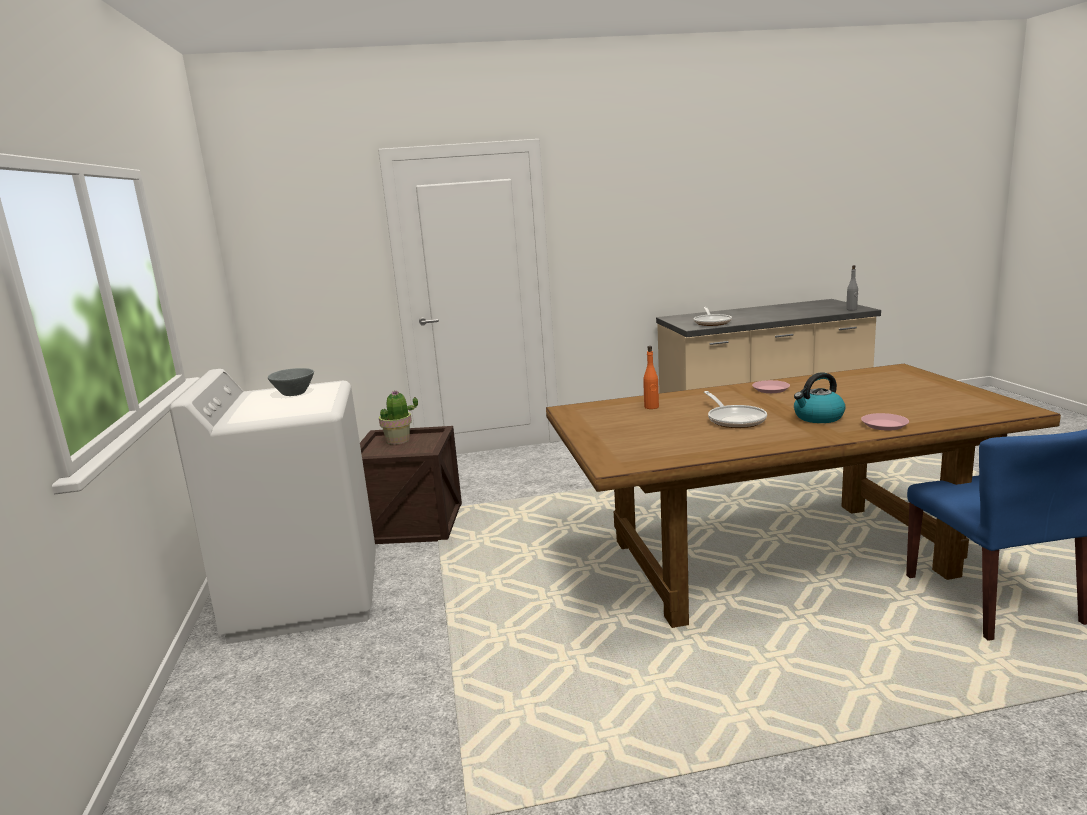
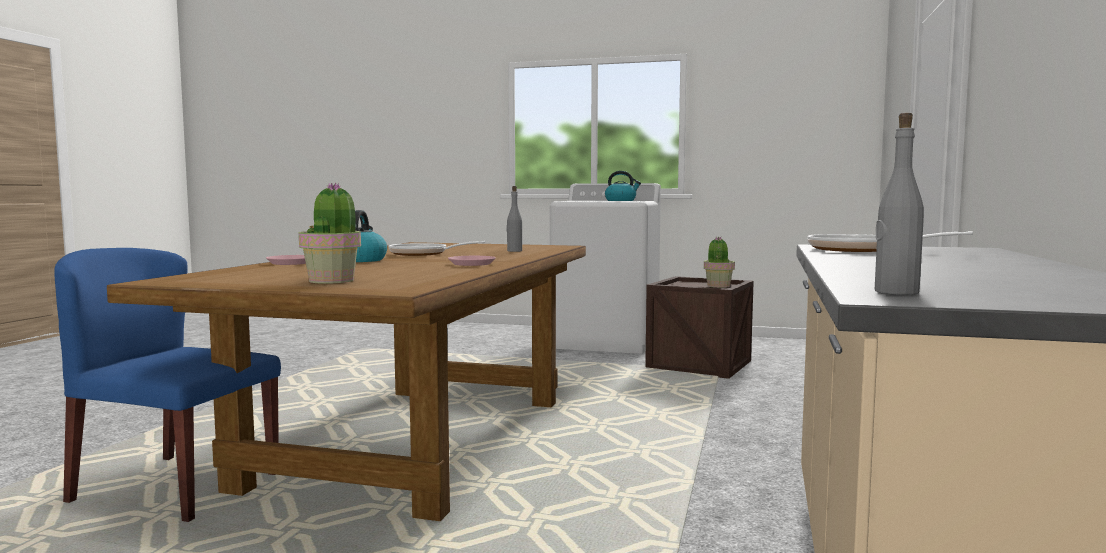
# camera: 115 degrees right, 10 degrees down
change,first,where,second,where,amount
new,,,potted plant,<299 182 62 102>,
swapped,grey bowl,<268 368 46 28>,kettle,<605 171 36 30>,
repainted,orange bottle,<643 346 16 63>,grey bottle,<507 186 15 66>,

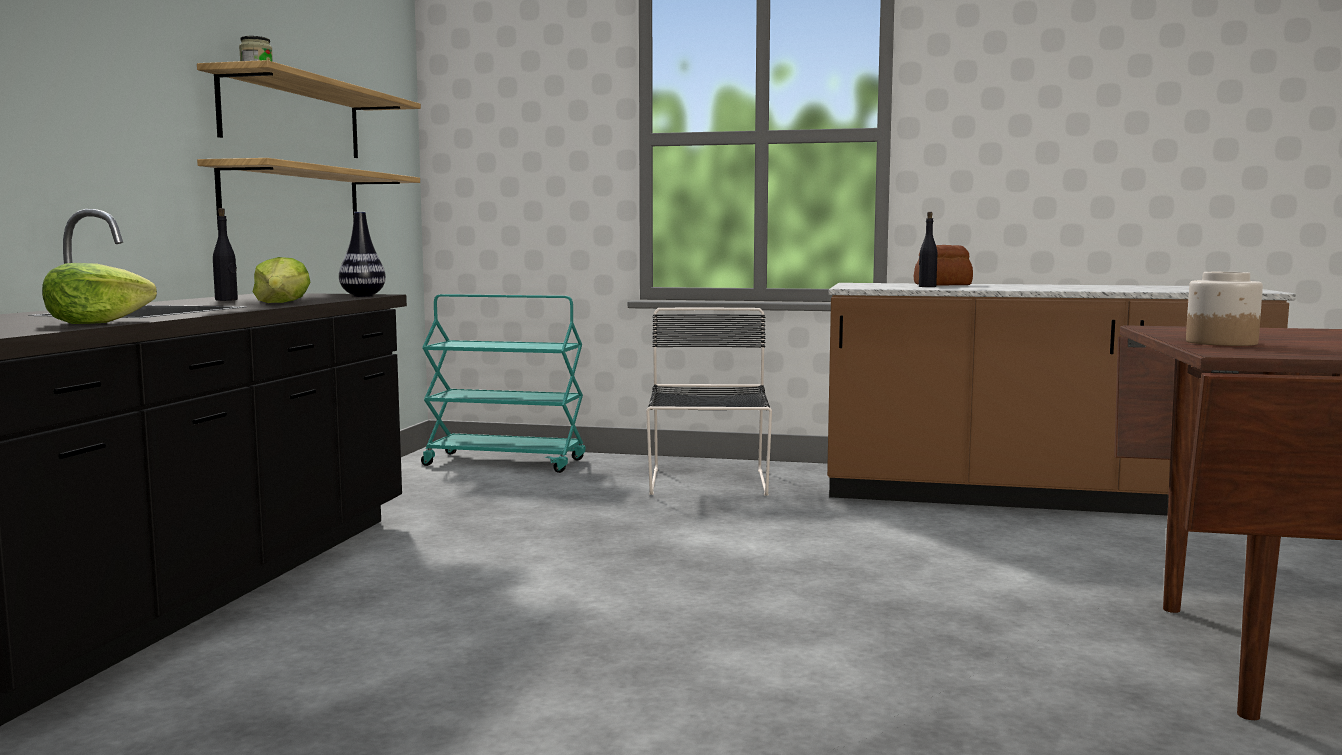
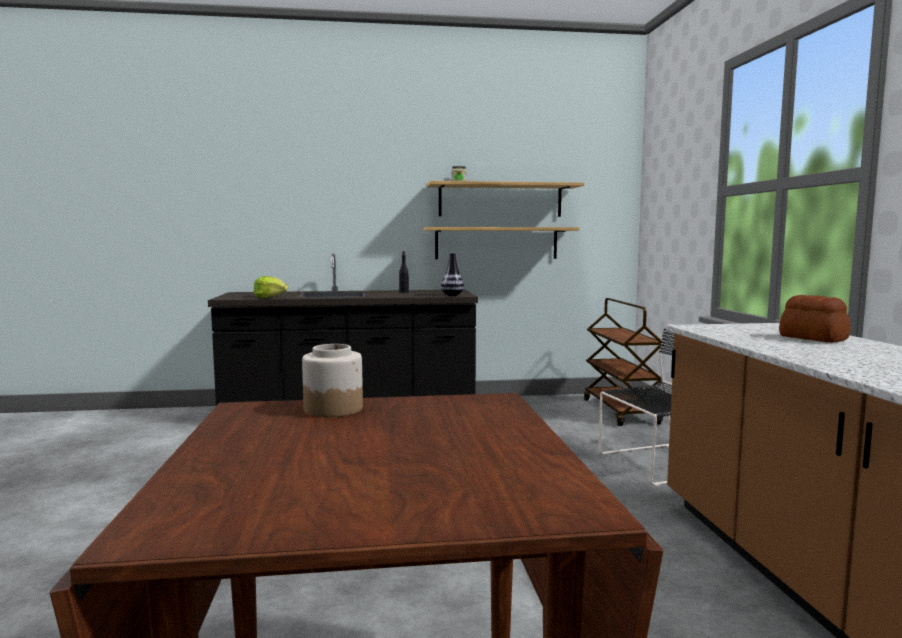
# camera: 70 degrees right, 0 degrees up
change,first,where,second,where,amount
gone,lettuce,<253 257 57 46>,,,
gone,black bottle,<919 212 18 75>,,,
repainted,turquoise cart,<421 294 165 179>,brown cart,<584 298 80 128>,

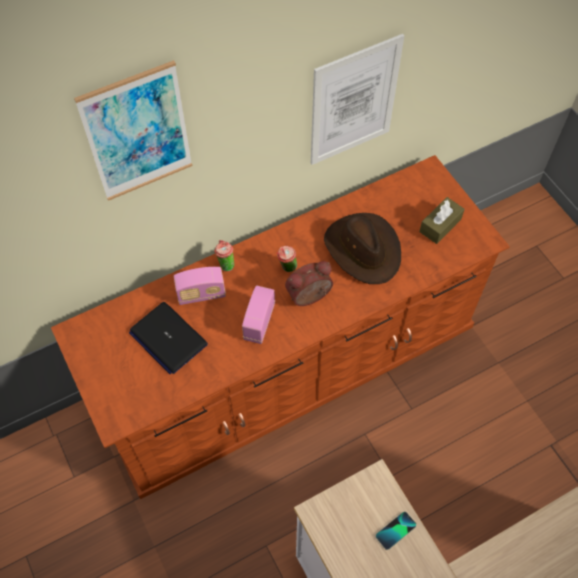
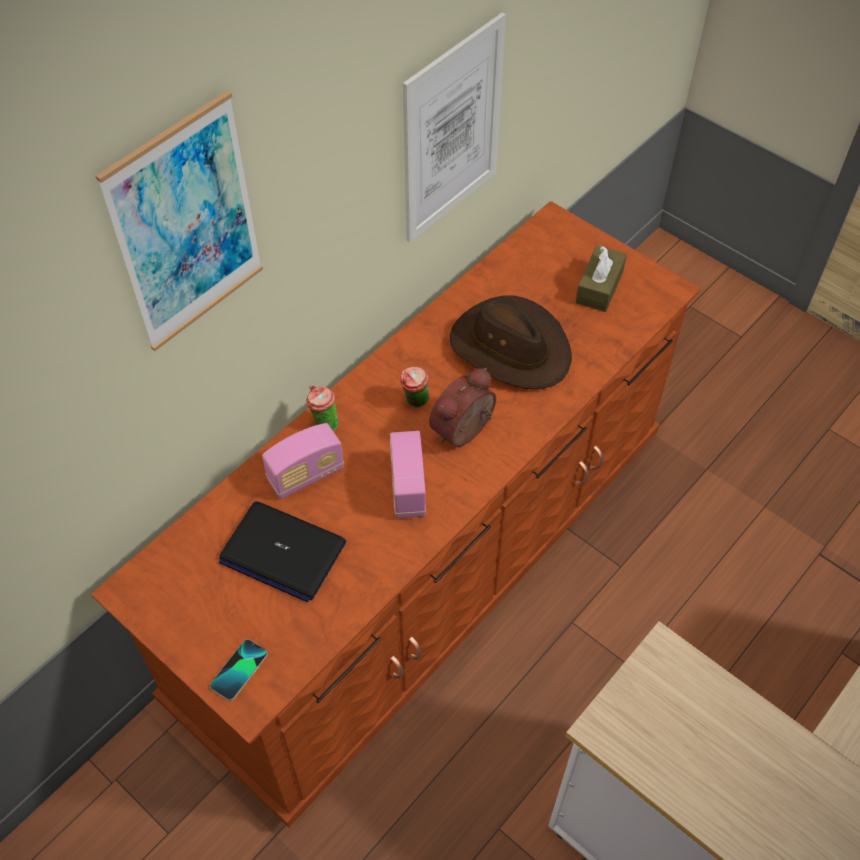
# camera: 20 degrees left, 5 degrees down
change,first,where,second,where,amount
shifted,phone,<375 512 41 38>,,<210 639 58 62>,

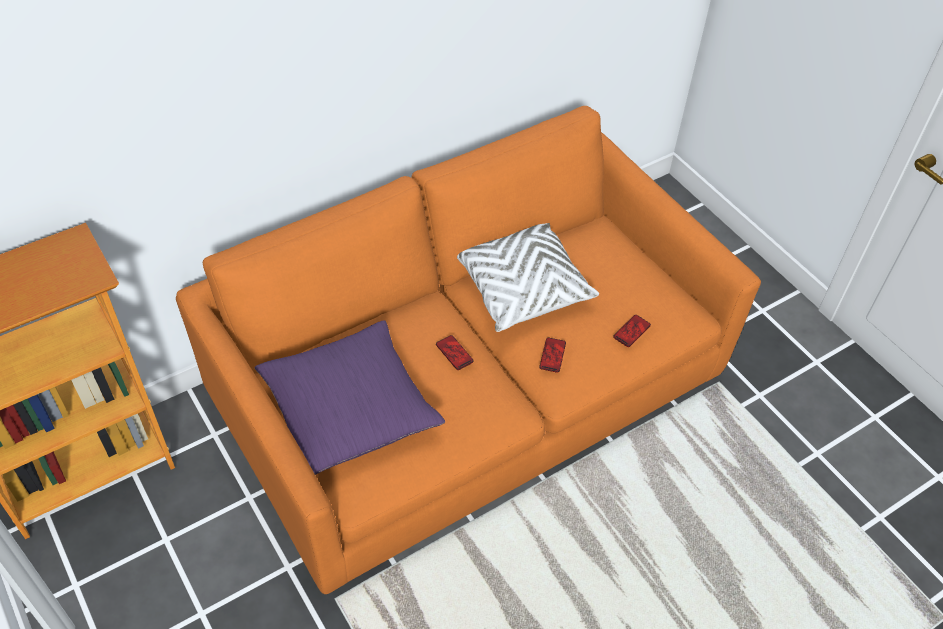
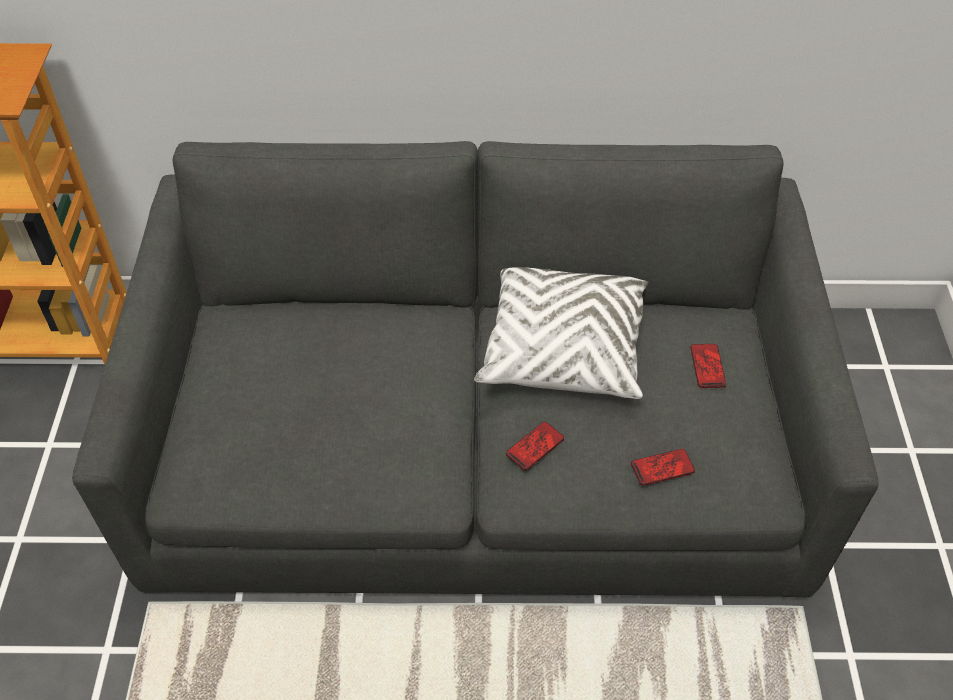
# camera: 35 degrees right, 0 degrees up
change,first,where,second,where,amount
gone,purple pillow,<255 320 190 155>,,,
shifted,phone,<436 335 38 35>,,<690 344 36 44>,
repainted,orange sofa,<176 106 585 488>,grey sofa,<72 141 806 456>,

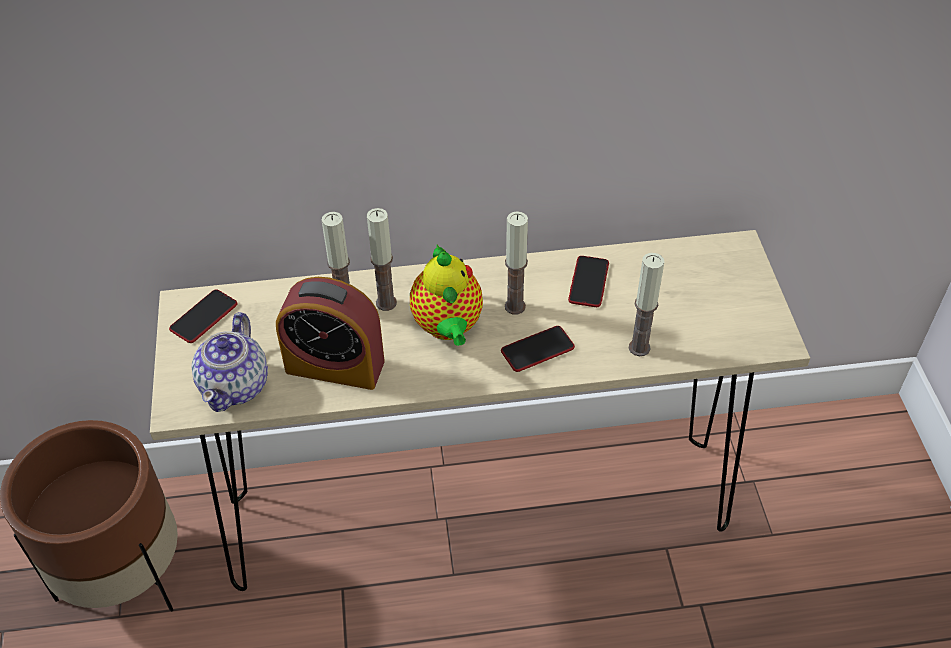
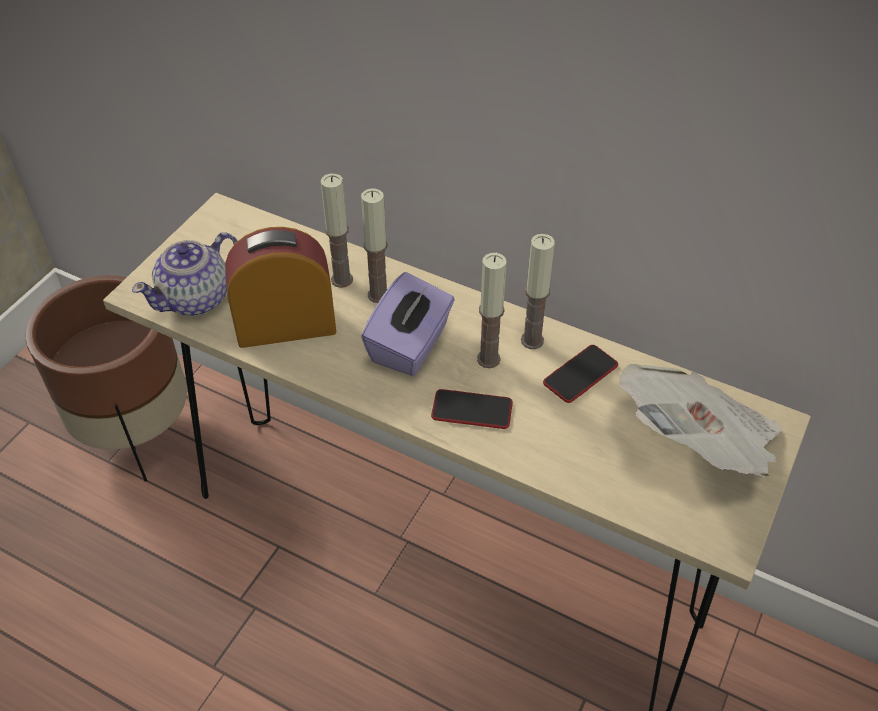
# camera: 35 degrees right, 0 degrees up
change,first,where,second,where,amount
gone,phone,<169 289 68 54>,,,
new,,,newspaper,<619 364 163 113>,
shifted,candle,<629 253 35 103>,,<521 234 34 115>,
swapped,teapot,<410 244 73 102>,purple tissue box,<361 272 94 104>,
rotated,alarm clock,<276 277 109 113>,,<225 227 111 121>,120 degrees clockwise

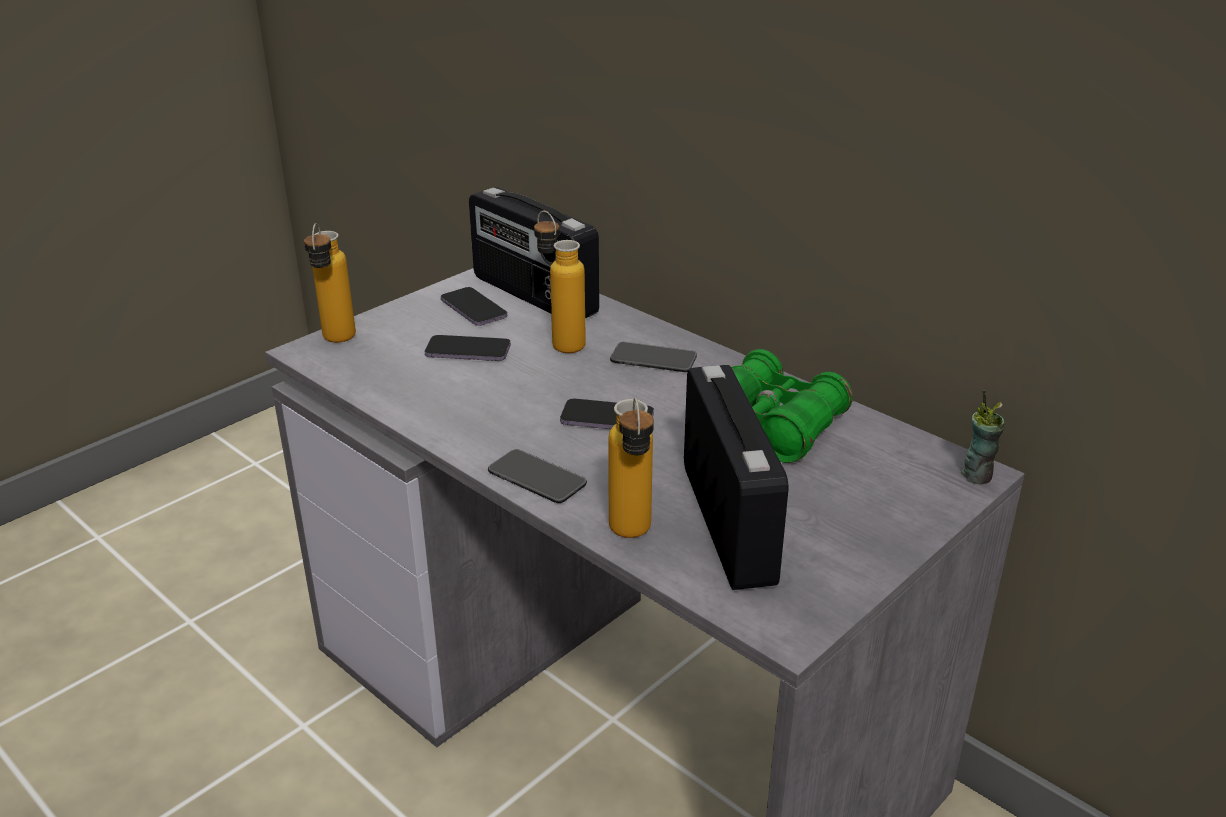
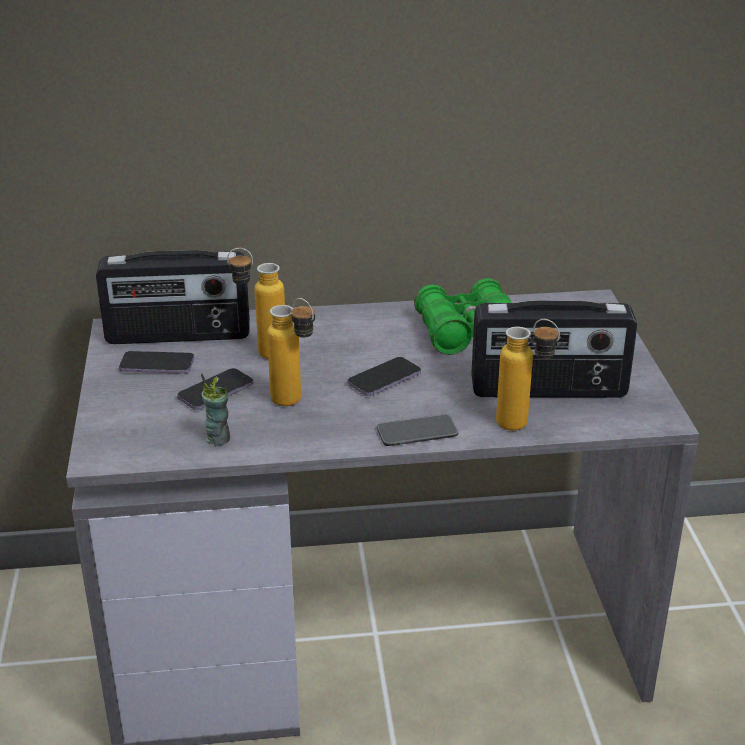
# camera: 50 degrees left, 0 degrees up
change,first,where,second,where,amount
gone,phone,<610 342 87 30>,,,
shifted,bottle,<304 223 52 120>,,<267 298 48 108>,
shifted,cup,<961 390 44 94>,,<201 373 29 73>,
rotated,radio,<684 365 104 225>,,<471 300 166 98>,150 degrees clockwise

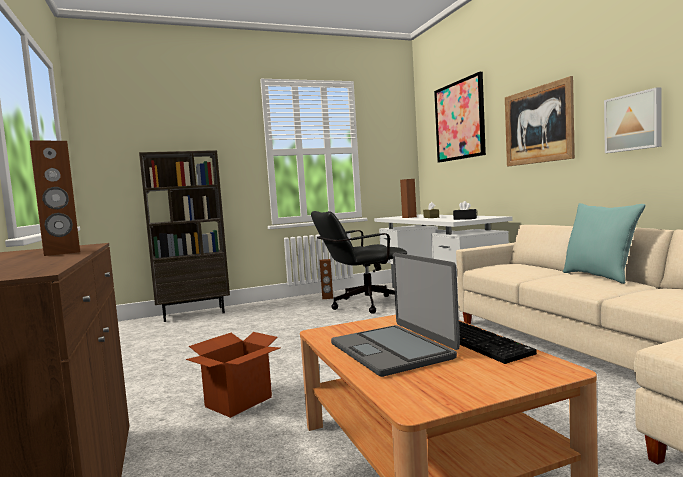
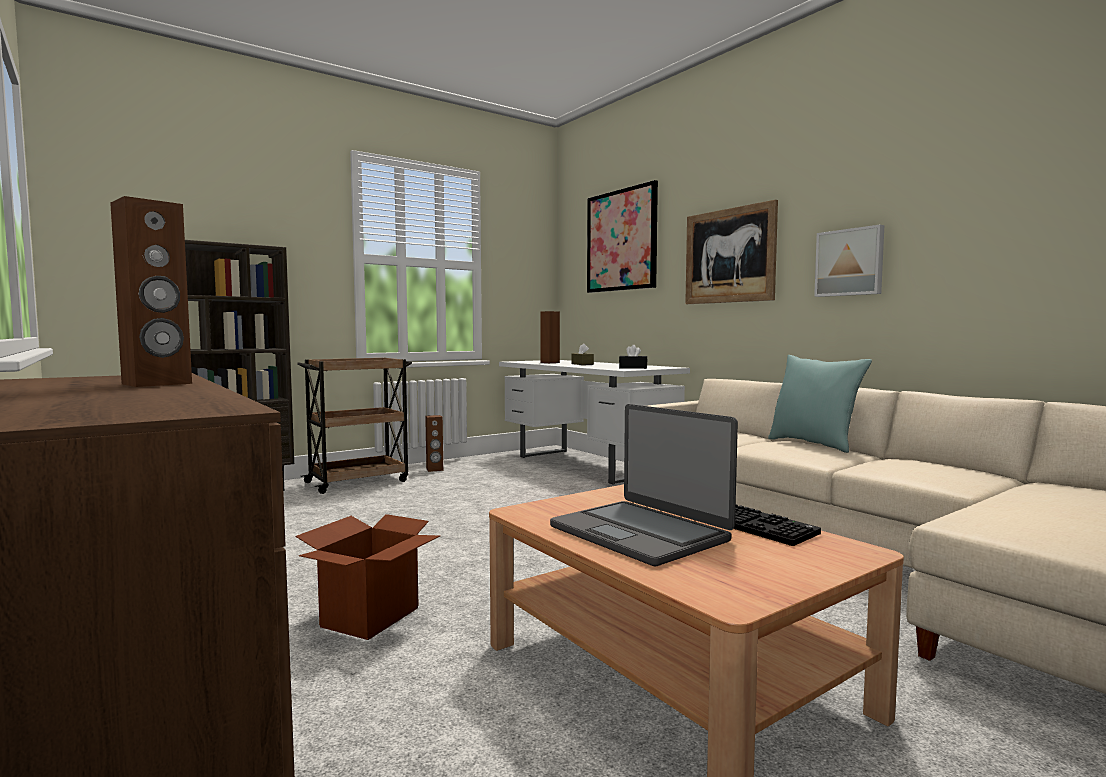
# camera: 15 degrees left, 0 degrees up
change,first,where,second,where,amount
gone,black office chair,<311 211 96 103>,,,
new,,,brown cart,<297 357 115 137>,

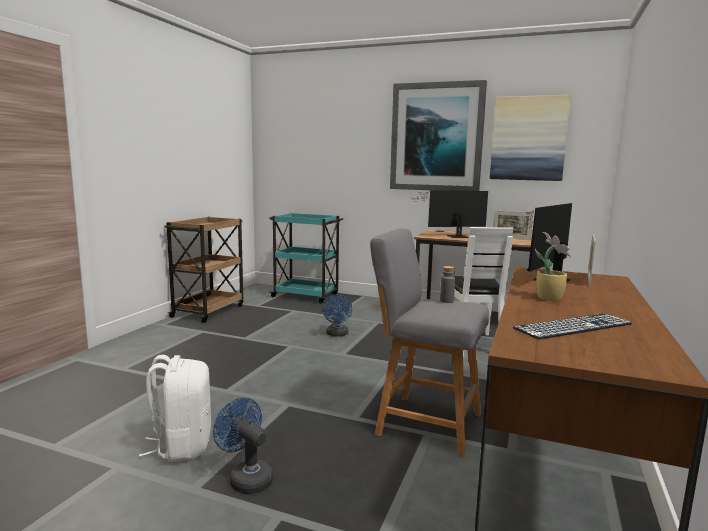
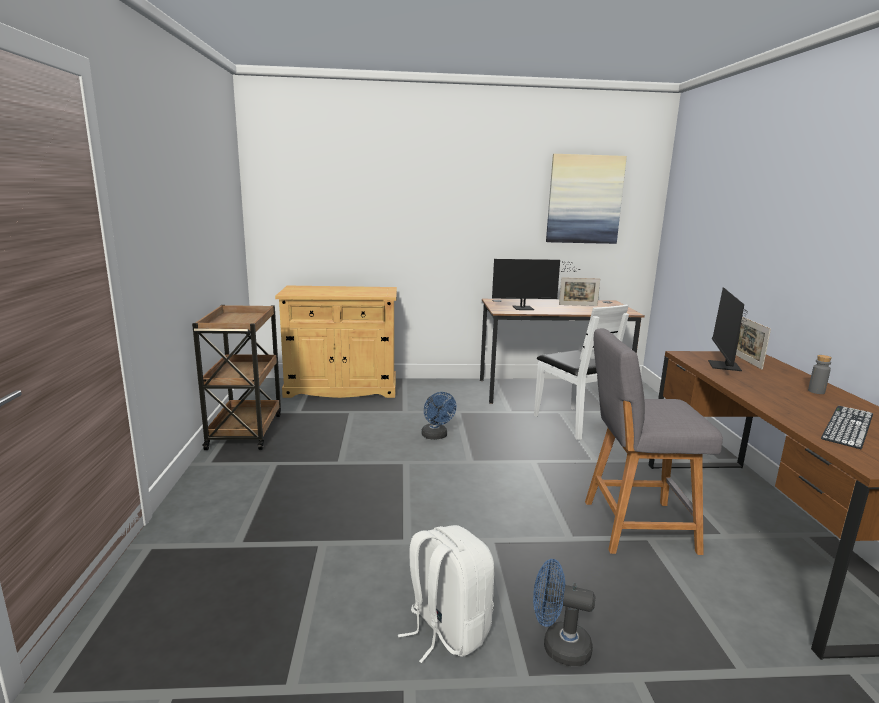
# camera: 25 degrees left, 5 degrees up
change,first,where,second,where,amount
gone,picture,<390 80 97 111>,,,
gone,potted plant,<535 232 36 69>,,,
shifted,grey bottle,<440 266 15 37>,,<808 355 24 39>,
swapped,turquoise cart,<269 213 74 91>,beige cabinet,<275 286 122 112>,
rotated,monitor,<411 190 77 48>,,<492 259 85 51>,150 degrees counterclockwise

